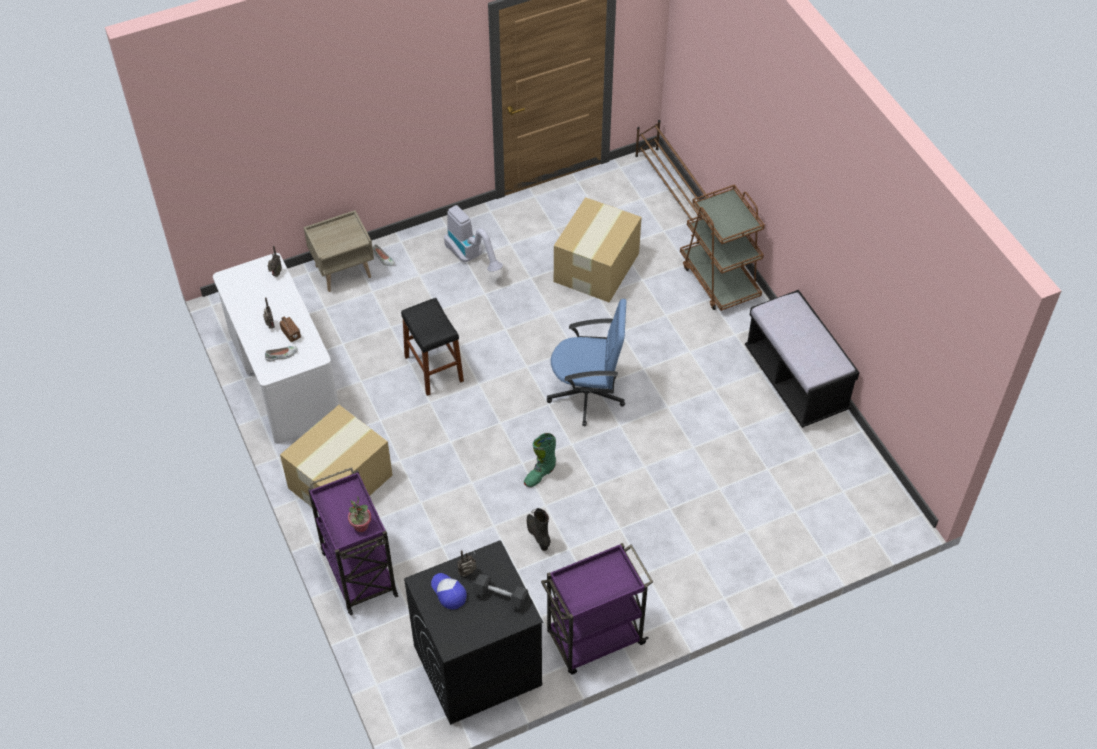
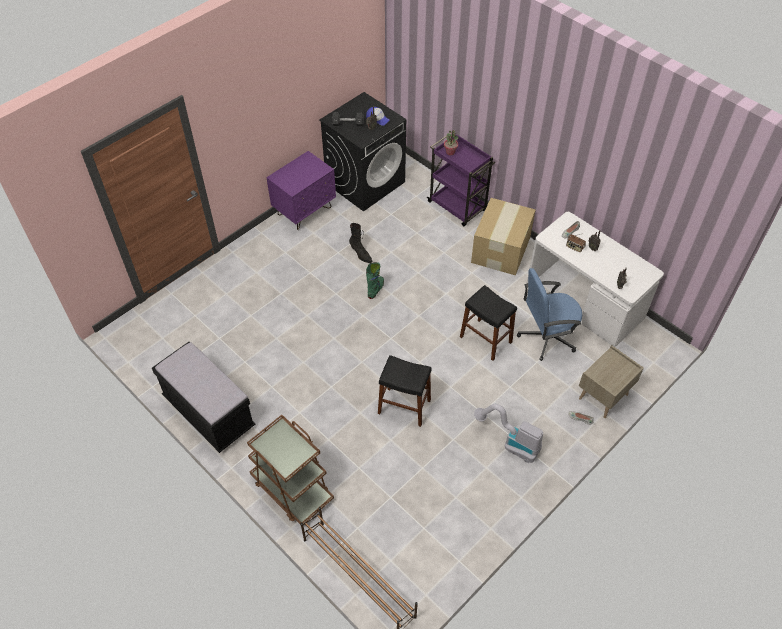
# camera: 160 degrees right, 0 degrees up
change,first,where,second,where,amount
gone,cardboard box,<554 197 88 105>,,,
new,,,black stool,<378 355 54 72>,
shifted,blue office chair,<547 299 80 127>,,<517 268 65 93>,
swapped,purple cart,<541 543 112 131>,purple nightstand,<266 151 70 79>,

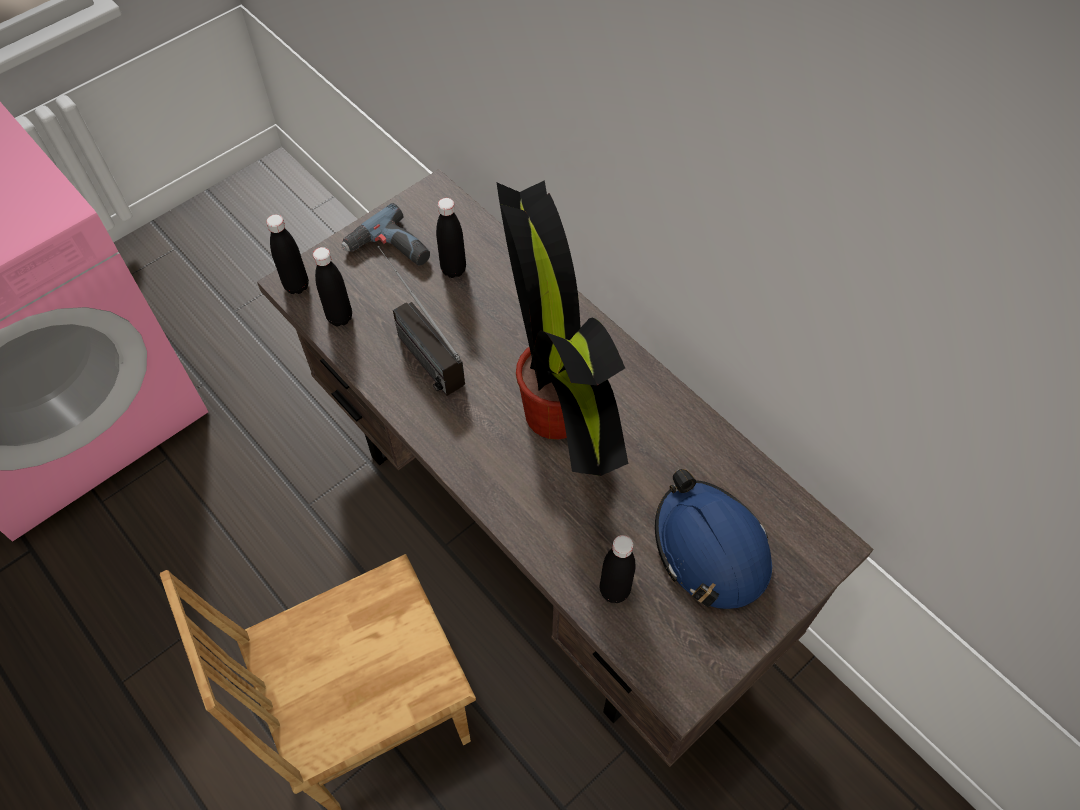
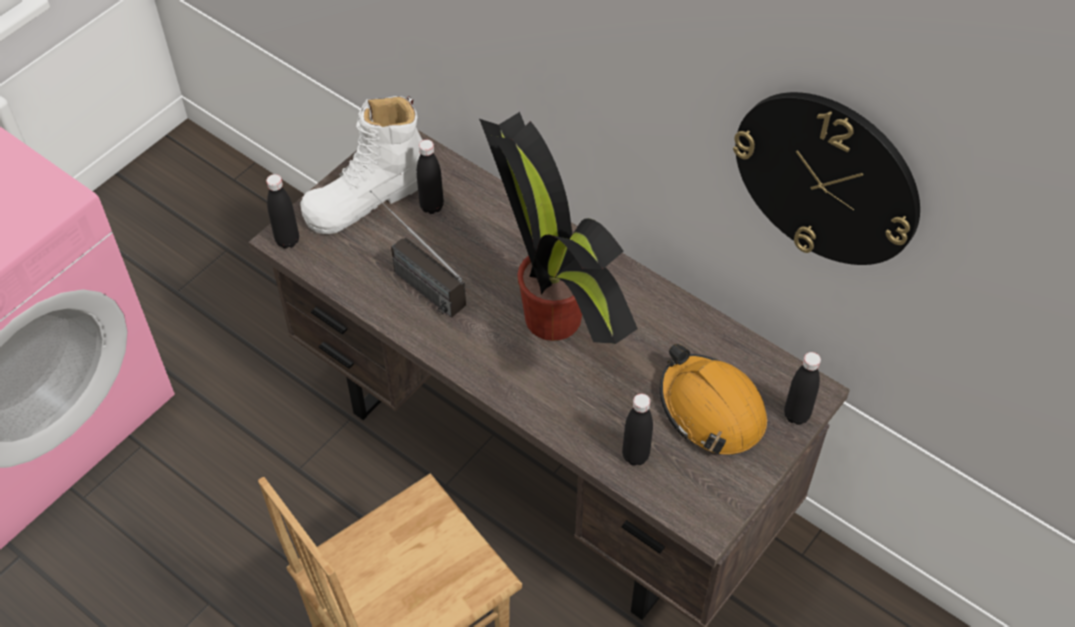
# camera: 10 degrees left, 5 degrees down
change,first,where,second,where,amount
new,,,wall clock,<733 92 187 173>,
shifted,black bottle,<313 247 39 79>,,<784 352 37 73>,
swapped,power drill,<342 203 88 62>,white boot,<300 96 122 138>,
repainted,blue hard hat,<655 469 117 140>,orange hard hat,<660 344 107 111>,

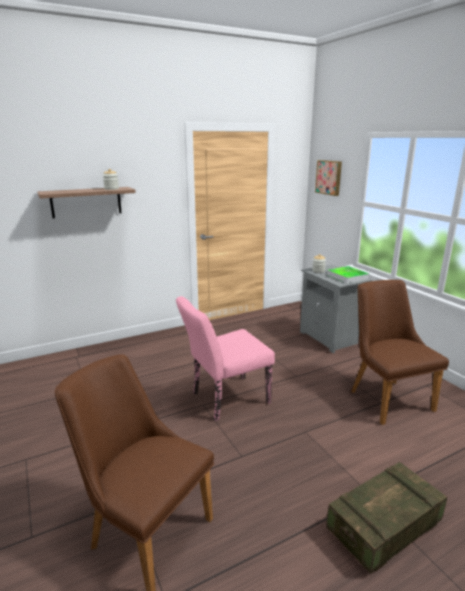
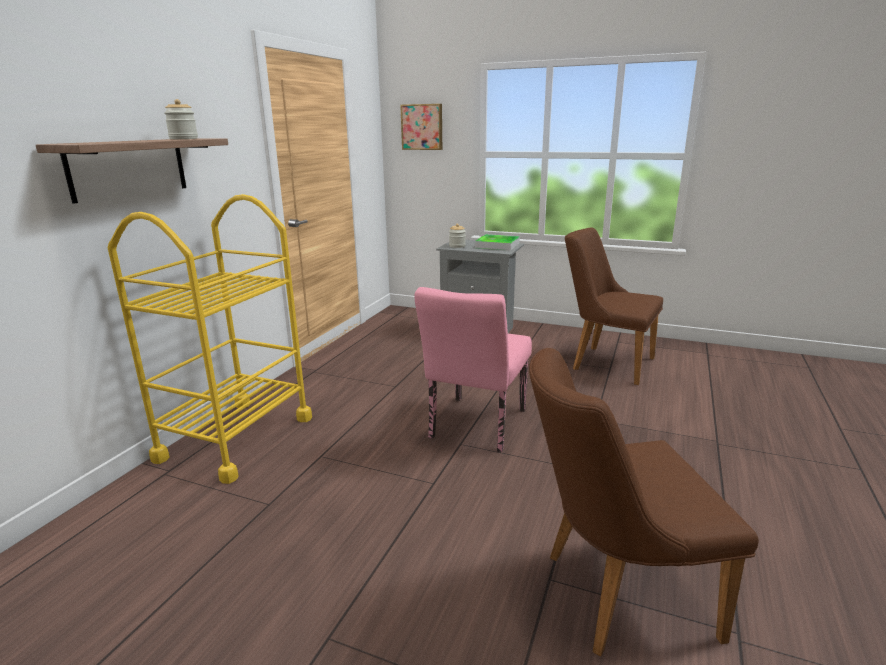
# camera: 40 degrees left, 0 degrees up
change,first,where,second,where,amount
gone,crate,<326 462 121 112>,,,
new,,,yellow cart,<108 194 204 290>,

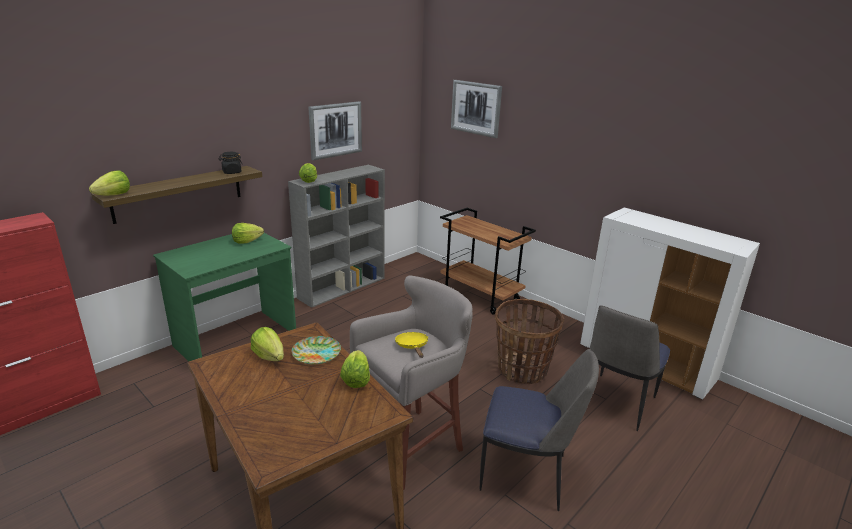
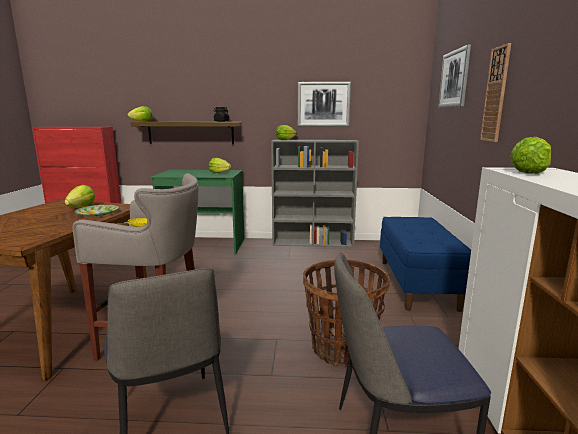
# camera: 50 degrees right, 10 degrees down
change,first,where,second,where,amount
new,,,wall clock,<480 43 31 99>,
shifted,lettuce,<340 350 30 38>,,<510 137 41 37>,
swapped,brown cart,<440 208 96 107>,blue bench,<380 217 91 95>,

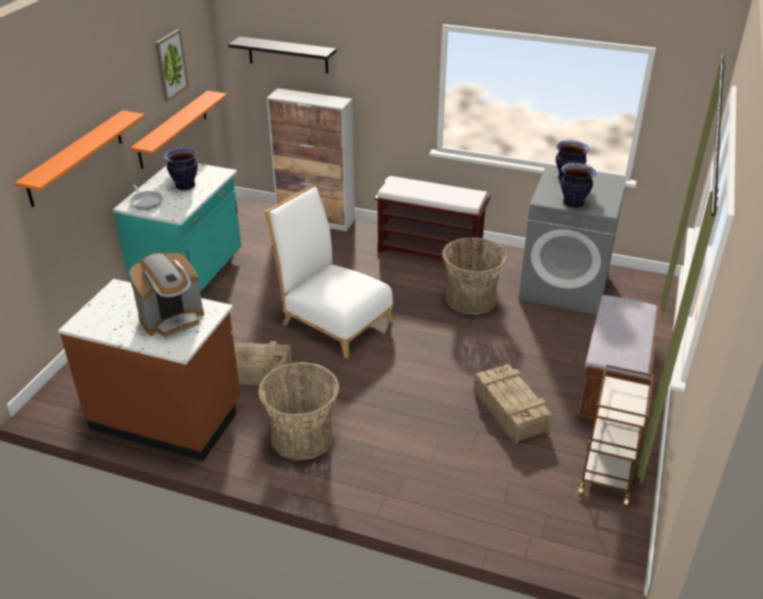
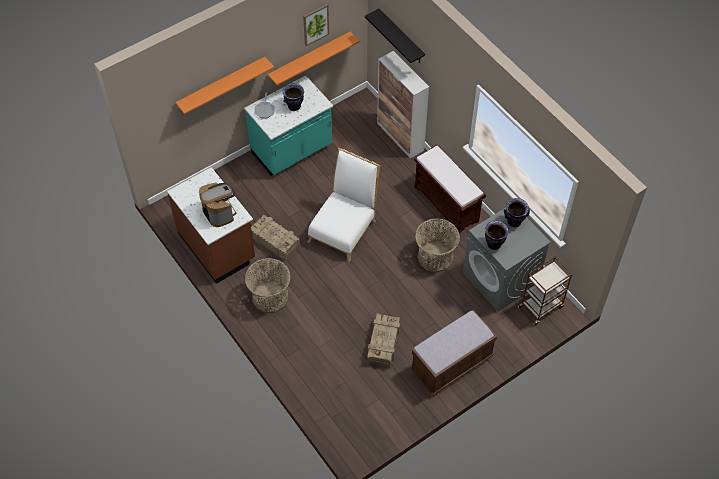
# camera: 35 degrees right, 20 degrees up
change,first,where,second,where,amount
shifted,brown cart,<578 365 76 140>,,<517 257 55 68>,
rotated,coffee machine,<129 252 75 86>,,<199 182 37 45>,120 degrees counterclockwise
rotated,white chair,<264 184 130 174>,,<307 147 73 115>,45 degrees clockwise

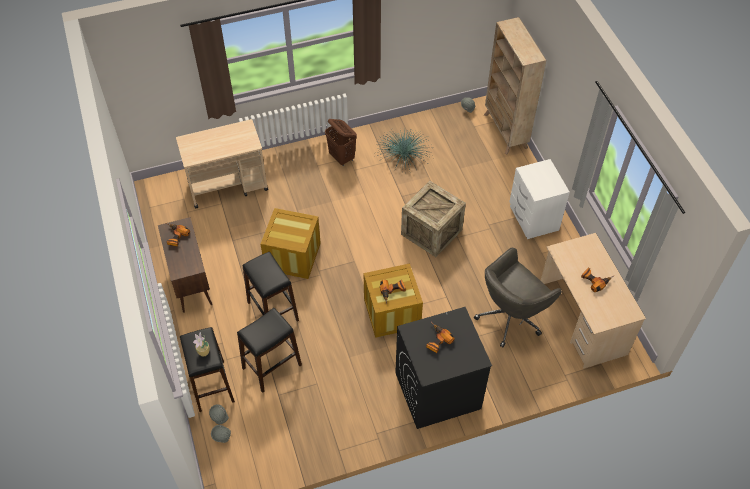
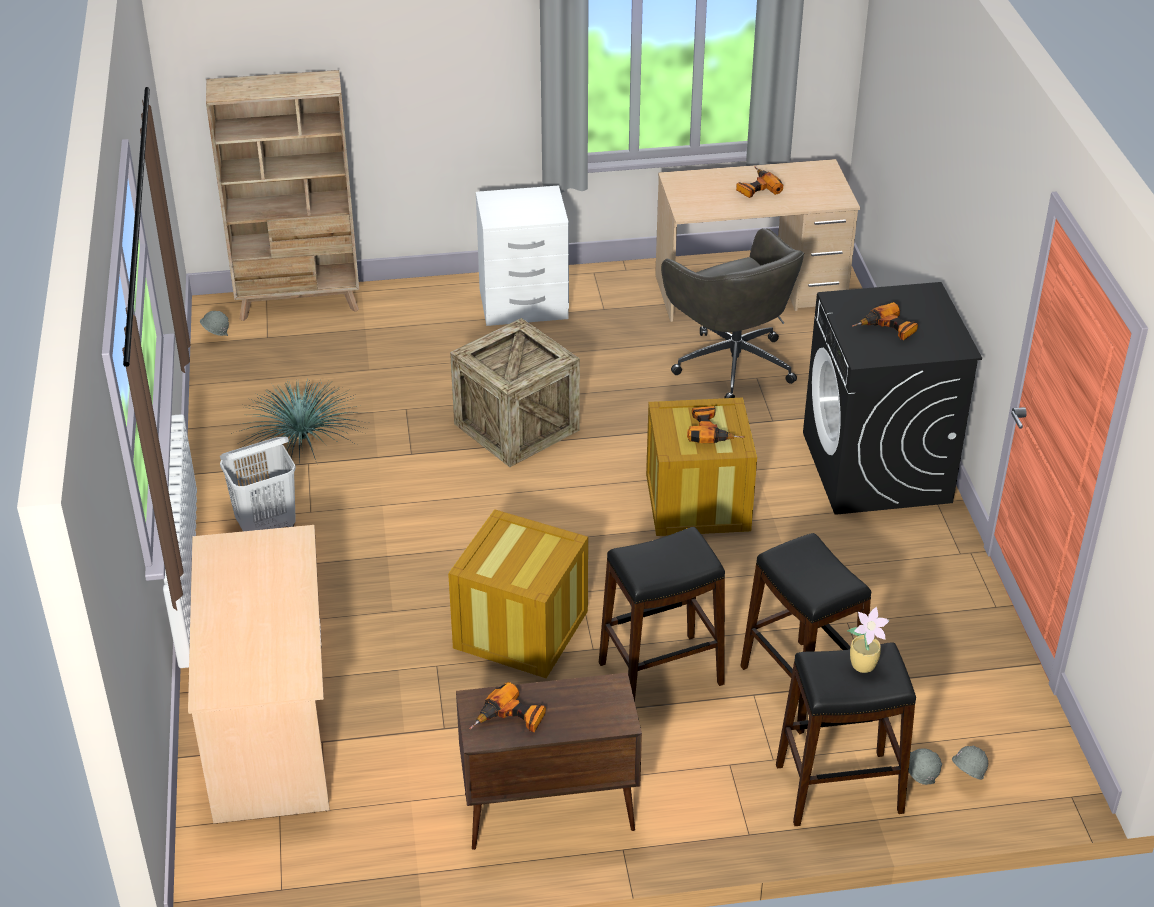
# camera: 80 degrees left, 15 degrees down
change,first,where,second,where,amount
swapped,beige cart,<176 119 92 90>,beige desk,<188 525 142 299>,
repainted,brown laundry basket,<325 119 32 47>,white laundry basket,<220 437 76 94>,

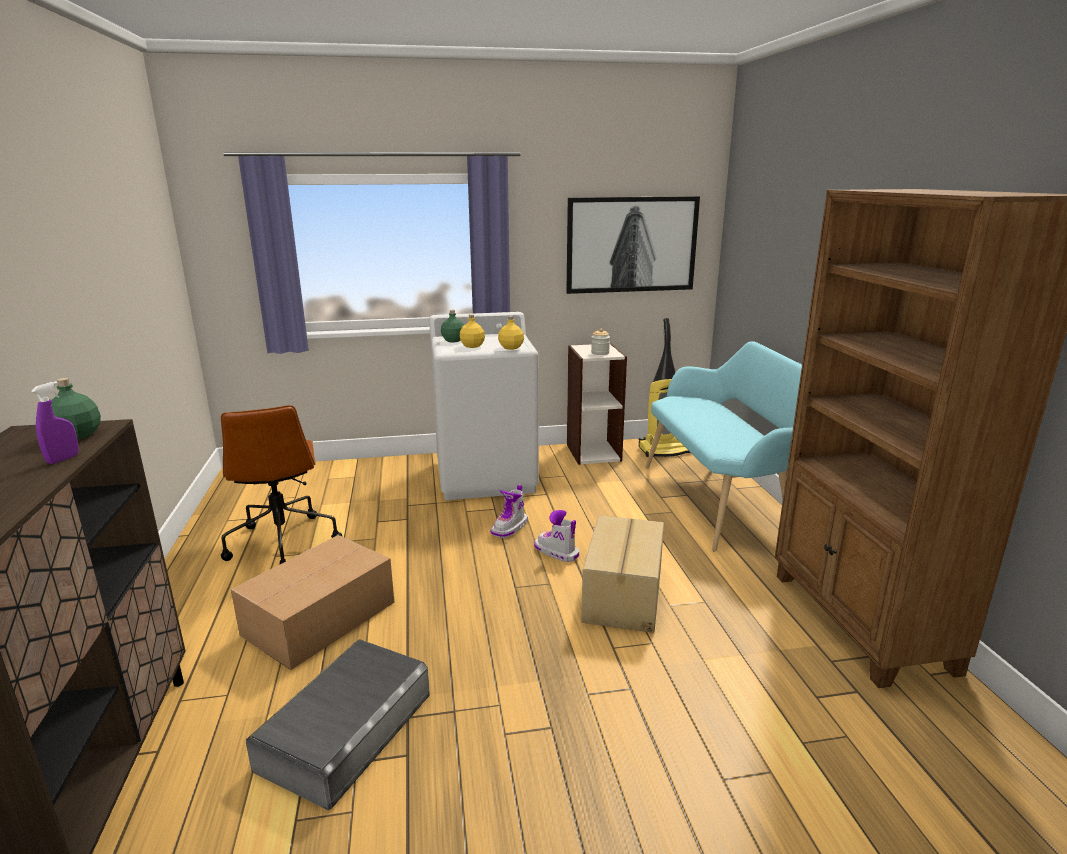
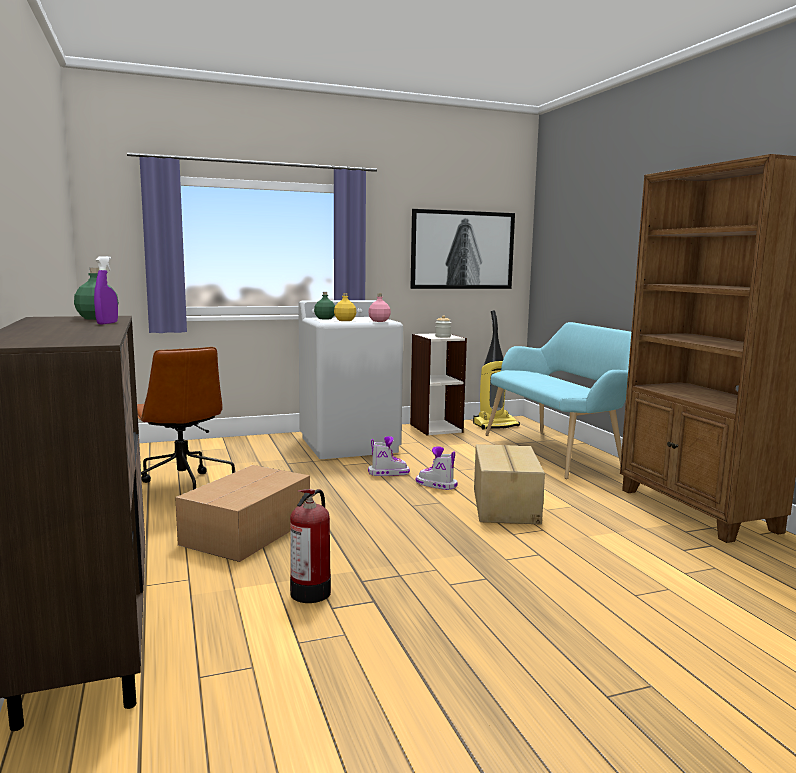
# camera: 10 degrees left, 10 degrees down
change,first,where,second,where,amount
swapped,grey storage box,<246 640 184 170>,fire extinguisher,<290 489 41 114>,
repainted,yellow bottle,<498 316 26 34>,pink bottle,<368 294 23 28>,
rotated,boot,<490 485 38 53>,,<368 436 42 40>,120 degrees counterclockwise

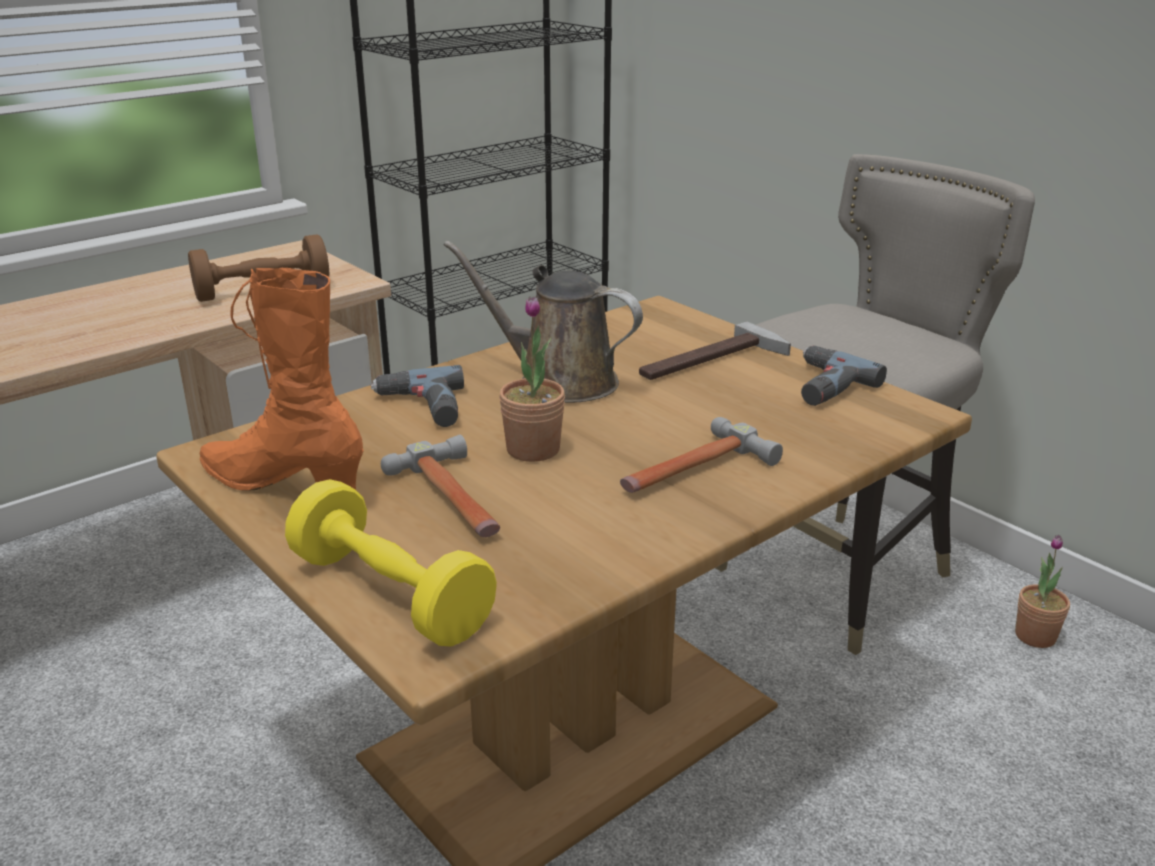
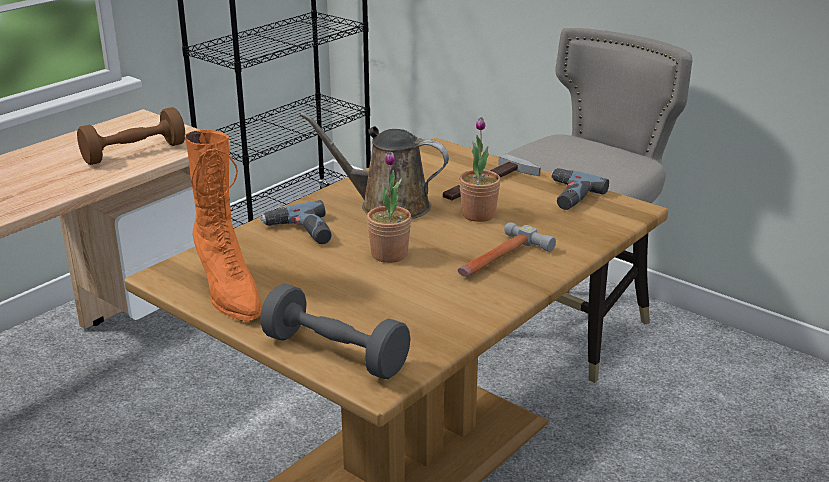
# camera: 10 degrees left, 0 degrees up
change,first,where,second,where,amount
gone,hammer,<381 435 119 102>,,,
shifted,potted plant,<1015 535 55 113>,,<459 117 42 105>,
repainted,yellow dumbbell,<285 479 212 168>,grey dumbbell,<260 283 150 96>,
rotated,orange boot,<199 268 165 222>,,<185 130 77 191>,135 degrees counterclockwise

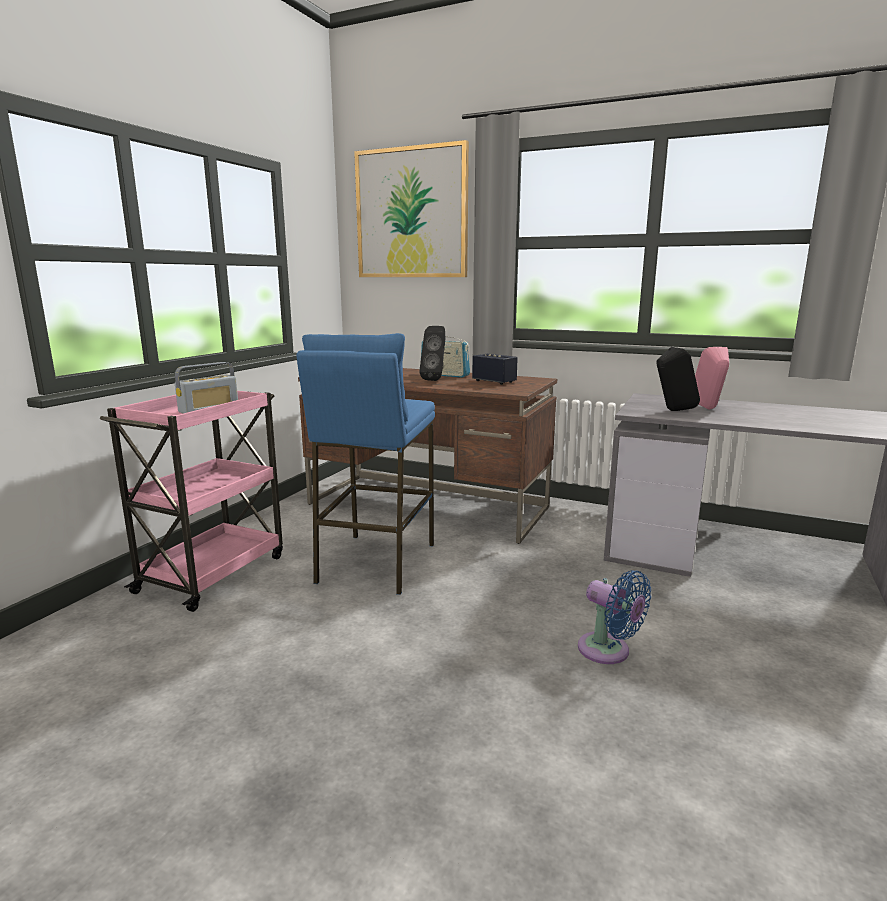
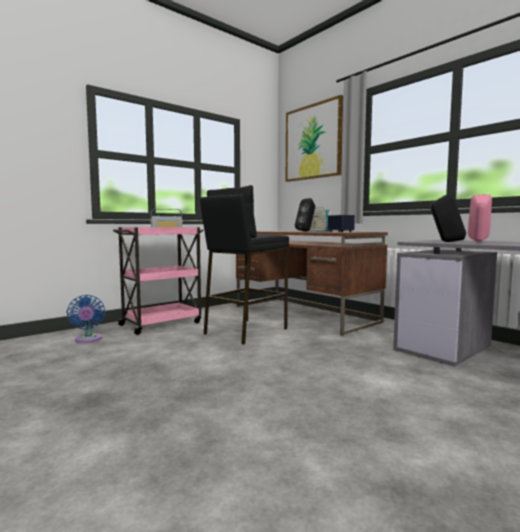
# camera: 25 degrees right, 10 degrees down
change,first,where,second,where,amount
shifted,blue fan,<578 570 73 94>,,<67 295 38 48>,
repainted,blue stool,<297 333 138 262>,black stool,<200 185 89 160>,

